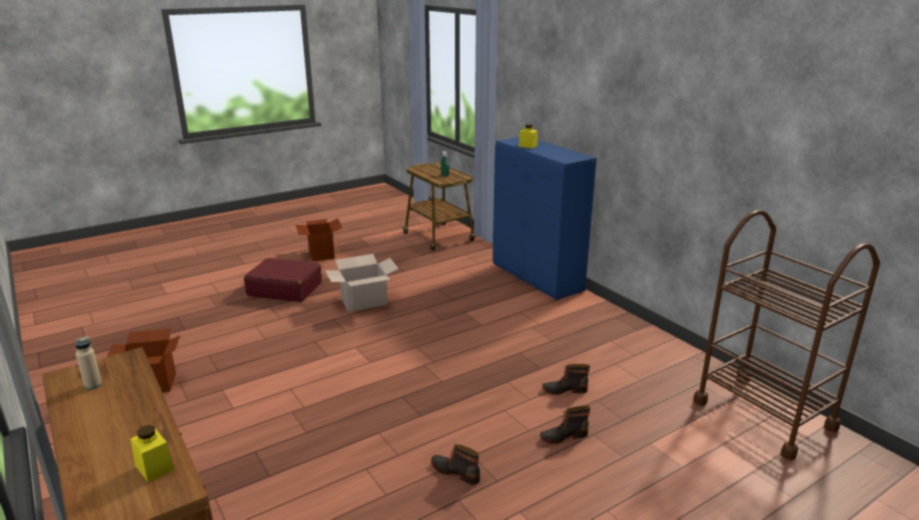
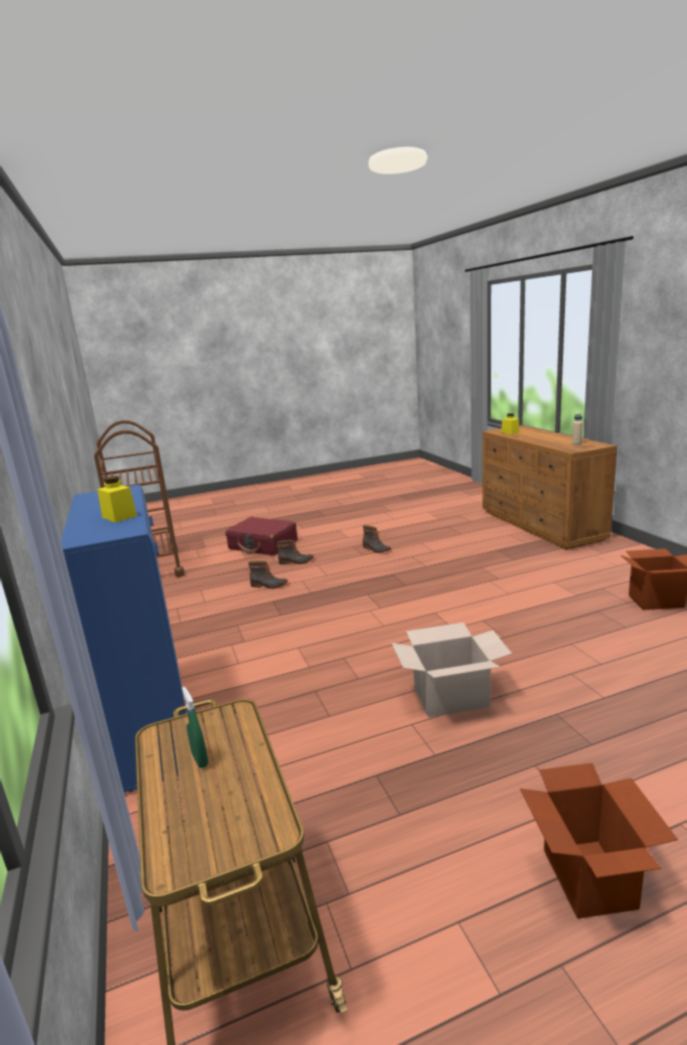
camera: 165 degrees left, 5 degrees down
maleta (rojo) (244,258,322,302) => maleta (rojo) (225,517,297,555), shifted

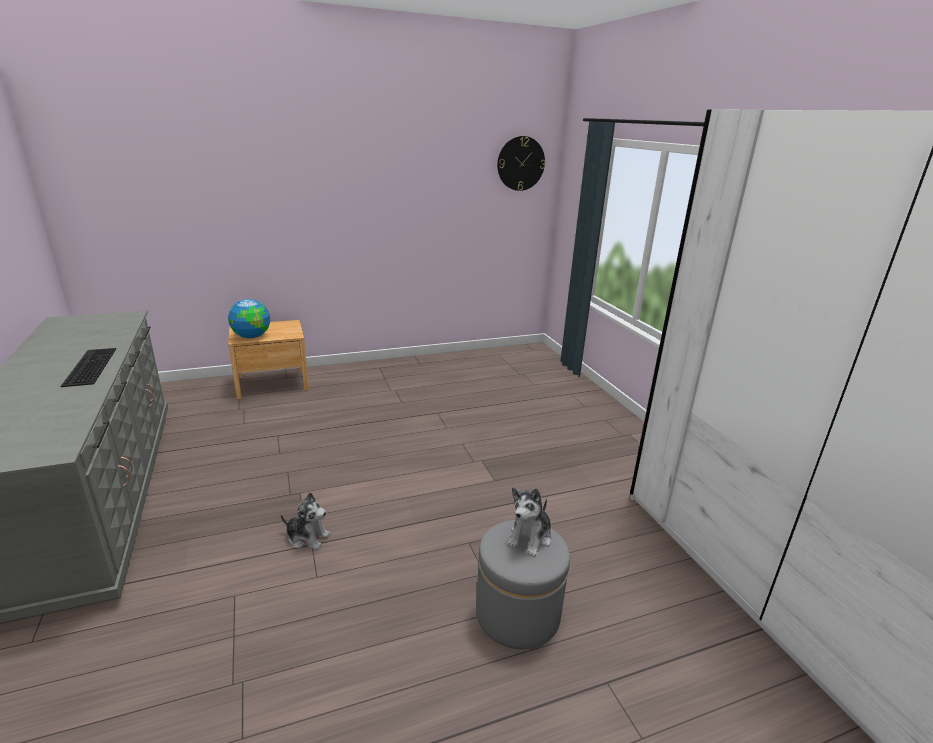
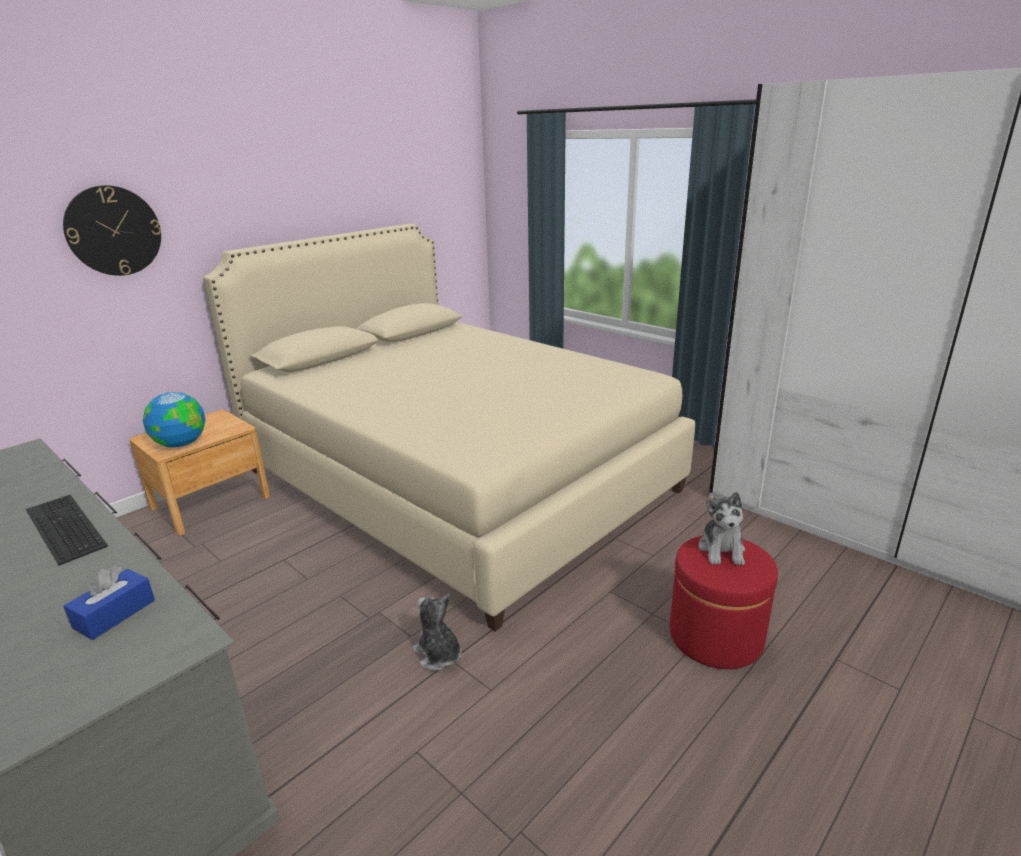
camera: 25 degrees left, 0 degrees up
reloj de pared (497,136,545,191) => reloj de pared (63,185,161,276), shifted
nothing => caja de pañuelos (azul) (63,566,155,640)
nothing => cama (beis) (203,224,696,631)
peluche (280,492,331,550) => peluche (413,593,462,671), 120 degrees counterclockwise
puf (gris) (476,520,570,650) => puf (rojo) (670,536,778,669)

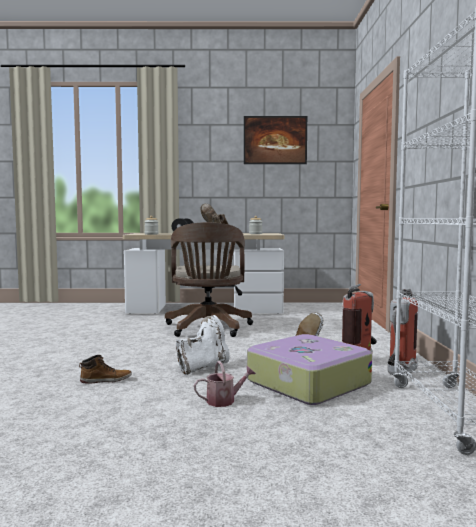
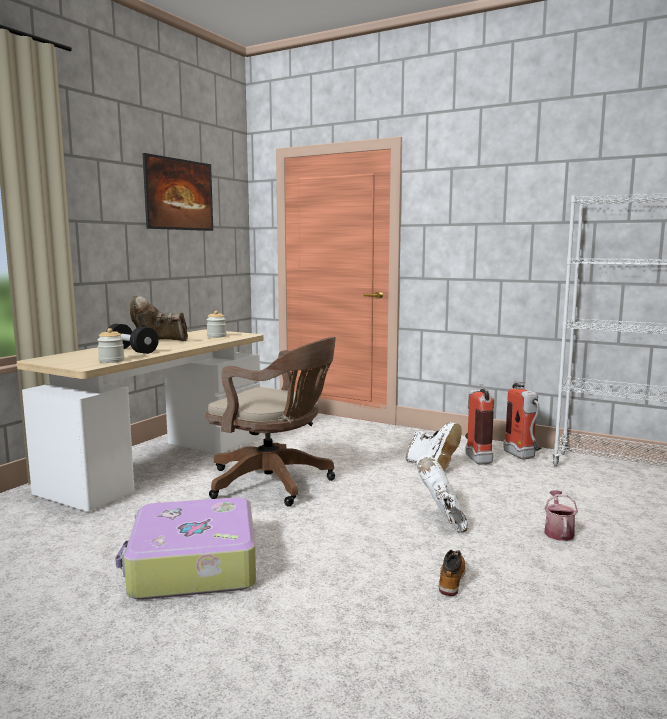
camera: 60 degrees left, 5 degrees up
maleta (247,334,372,405) => maleta (115,497,256,600), shifted

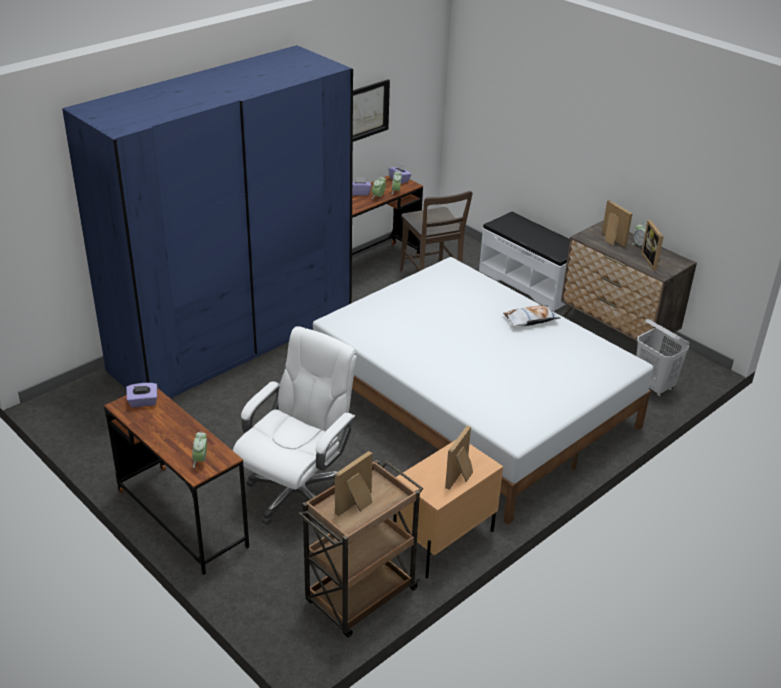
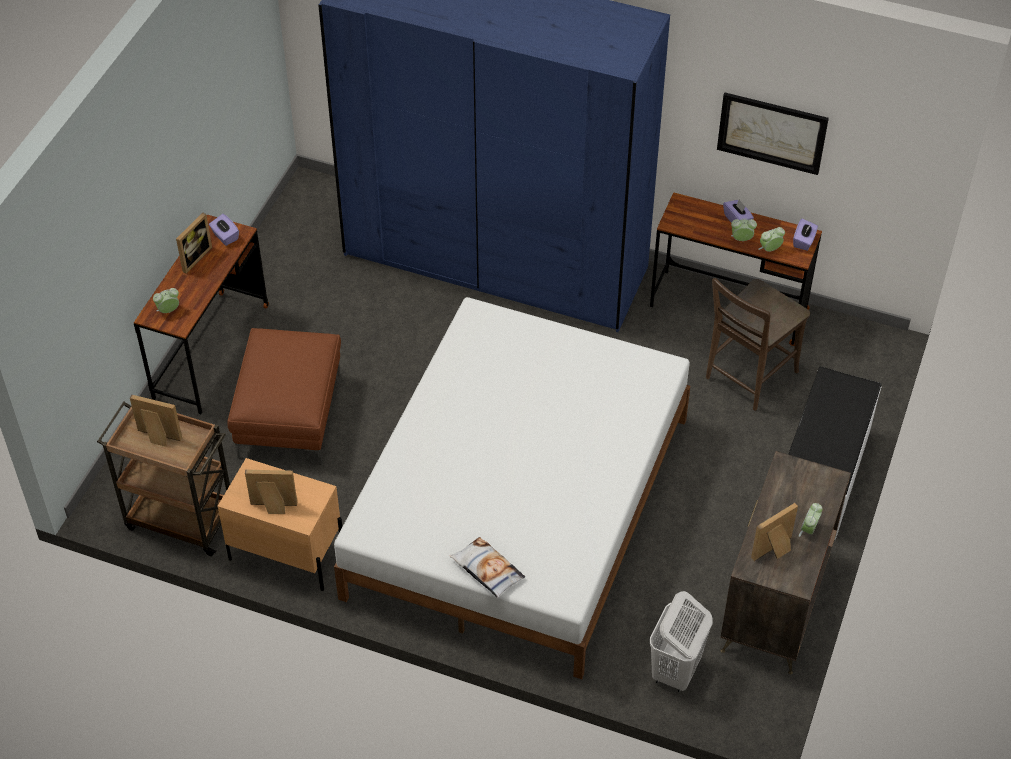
camera: 65 degrees right, 15 degrees up
portarretratos (602,200,632,247) => portarretratos (176,213,212,273), shifted
silla de oficina (blanco) (233,326,357,525) => puf (marrón) (228,328,341,465)
cojín (503,305,561,327) => cojín (450,537,525,598), shifted

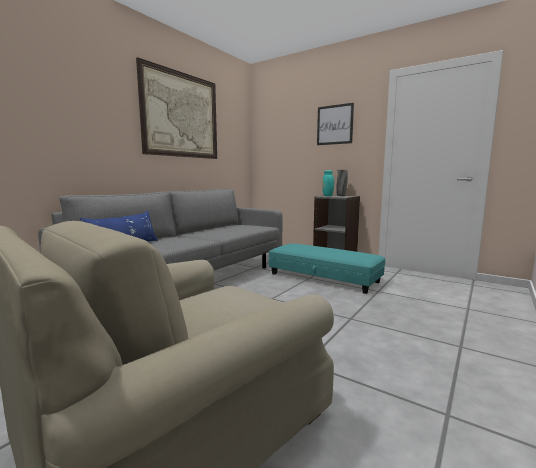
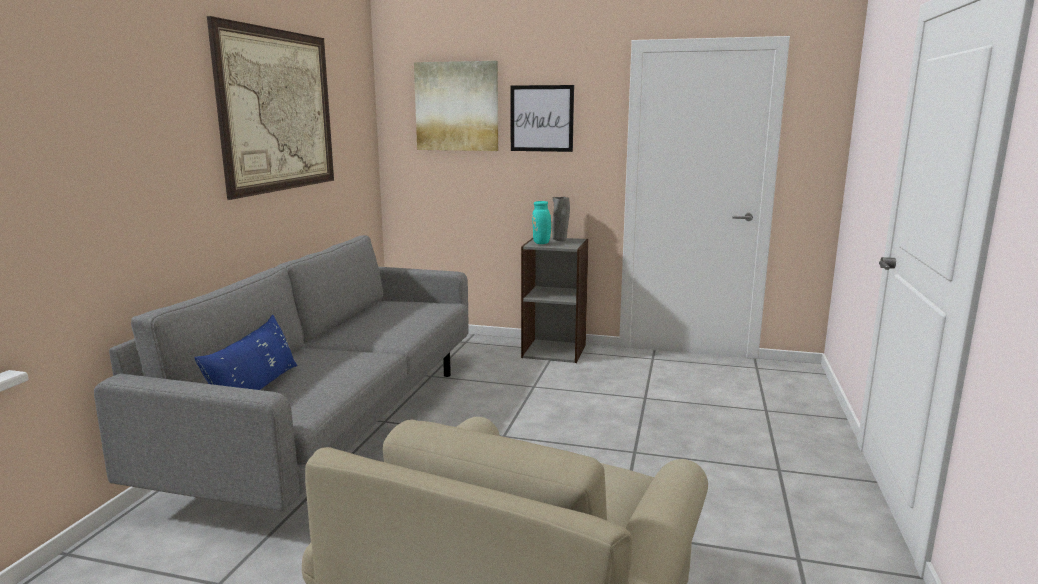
camera: 20 degrees left, 5 degrees up
nothing => cuadro (414,61,498,151)
puf (turquesa) (269,244,385,294) => nothing

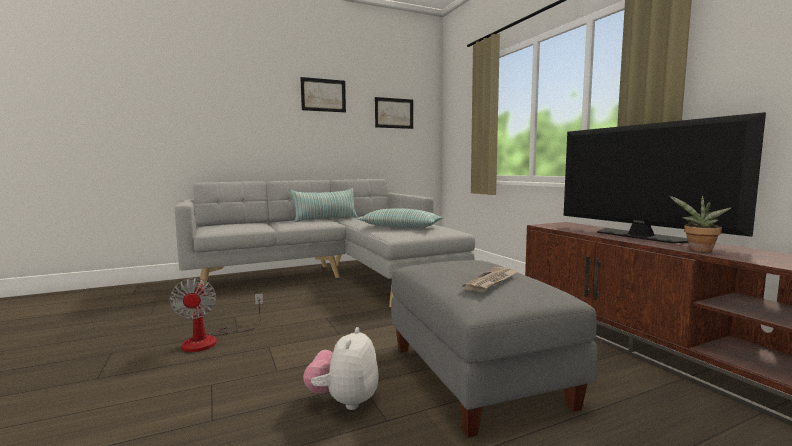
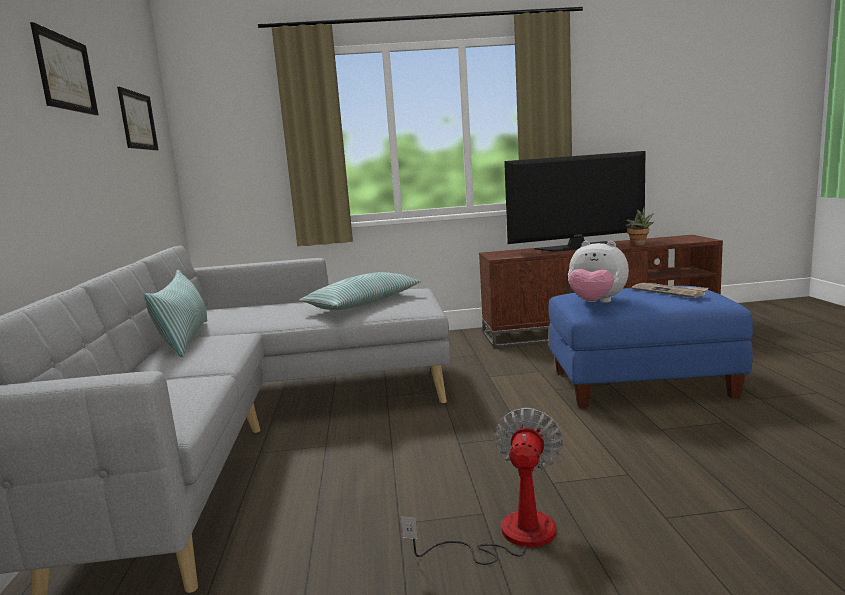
camera: 70 degrees left, 5 degrees up
ventilador (169,278,263,352) => ventilador (401,408,564,565), 75 degrees counterclockwise
puf (gris) (391,260,598,438) => puf (azul) (548,286,753,408)
peluche (303,327,379,410) => peluche (568,241,629,303), shifted

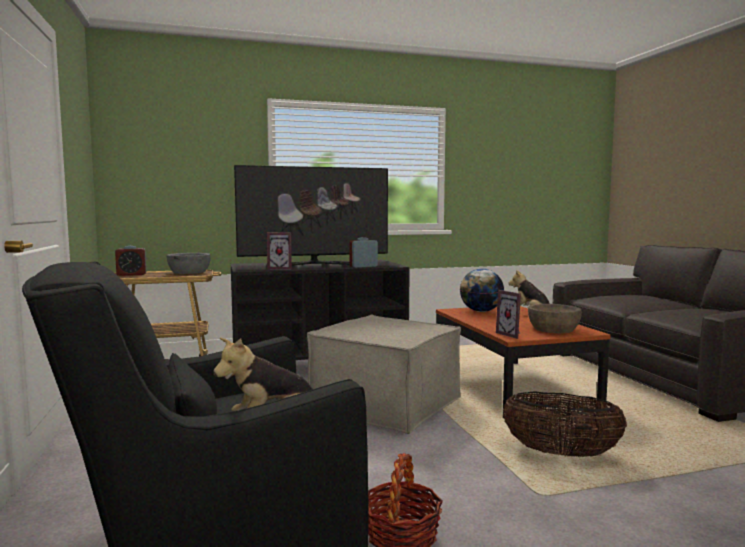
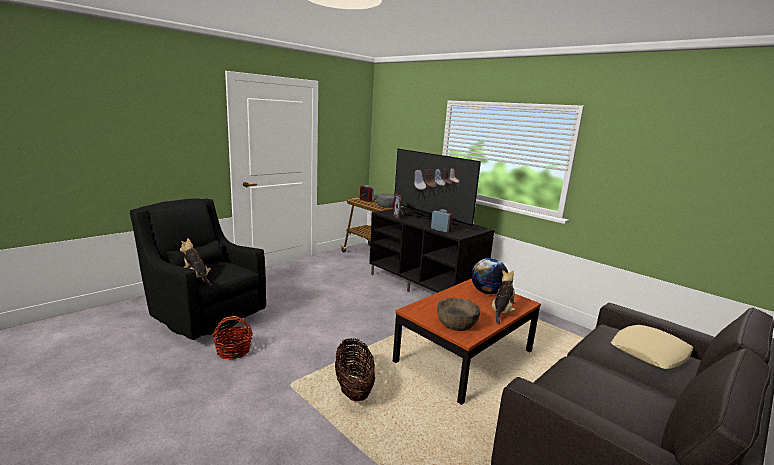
camera: 60 degrees right, 10 degrees up
nothing => cojín (beis) (611,325,693,369)
puf (beis) (307,315,461,434) => nothing
portarretratos (496,290,521,339) => nothing

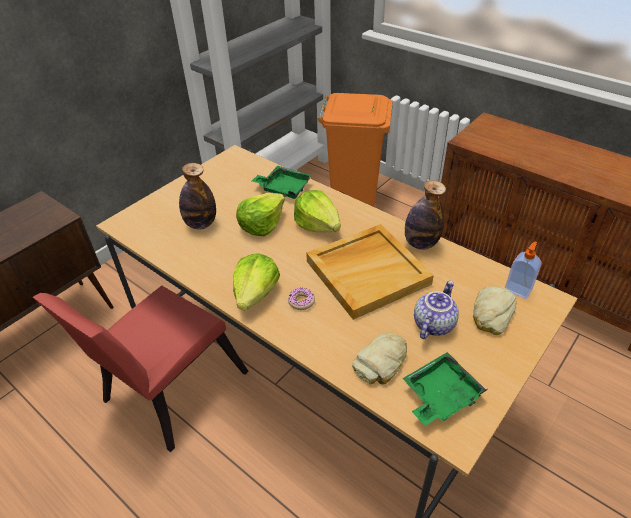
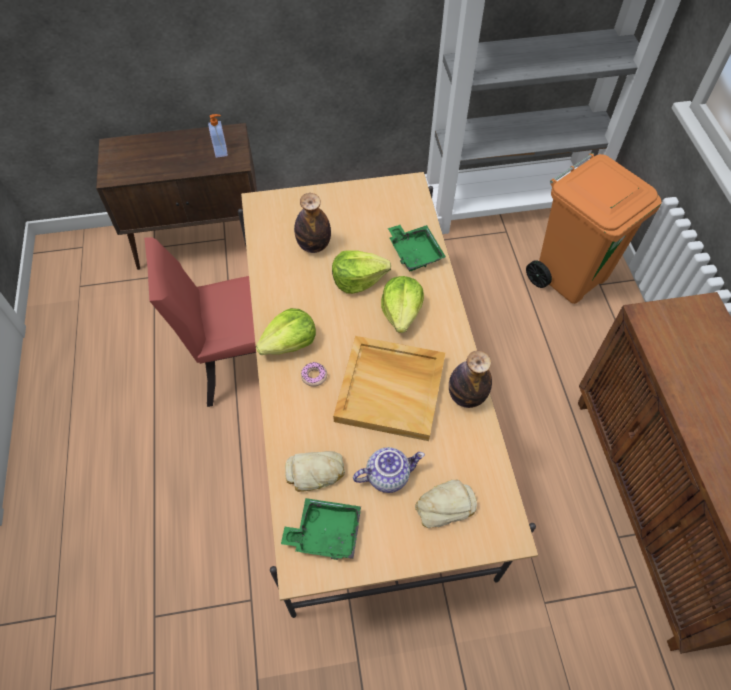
camera: 40 degrees right, 15 degrees up
dispensador de jabón (505,242,541,299) => dispensador de jabón (208,114,228,158), shifted

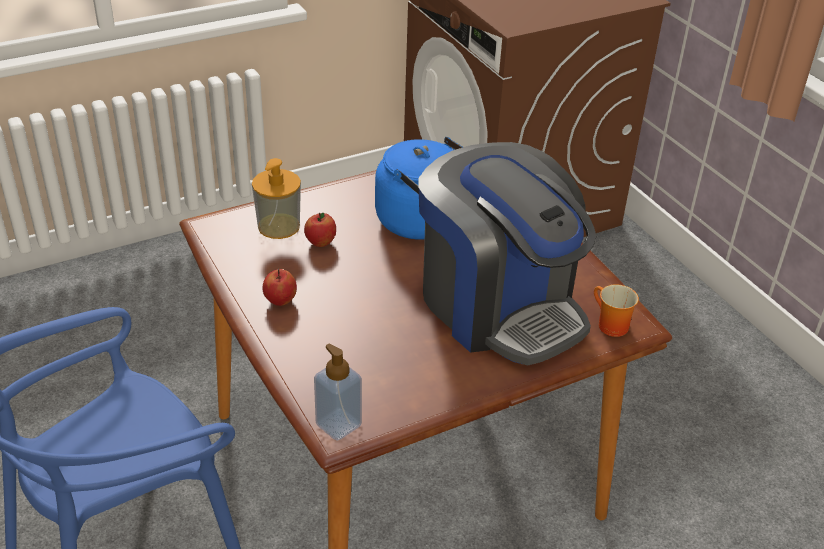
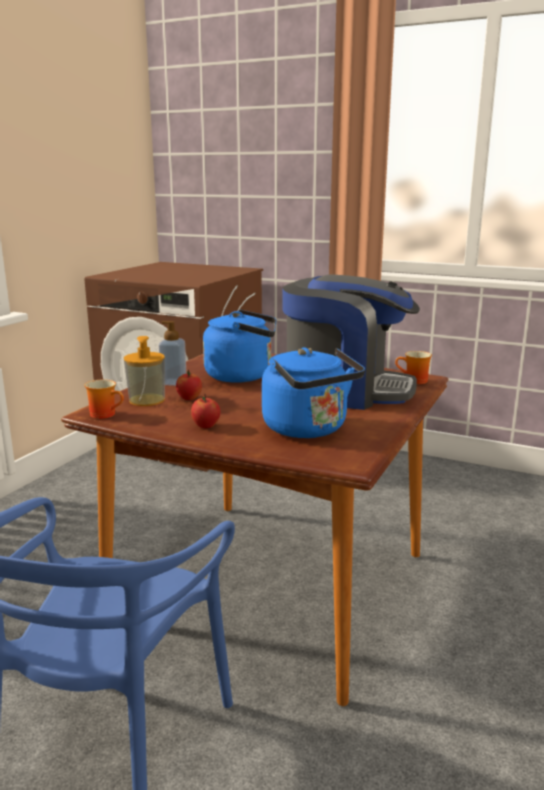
camera: 35 degrees left, 20 degrees down
nothing => taza grande (85,379,124,419)
dispensador de jabón (314,344,362,441) => dispensador de jabón (159,321,186,386), shifted
nothing => hervidor (azul) (262,347,365,438)

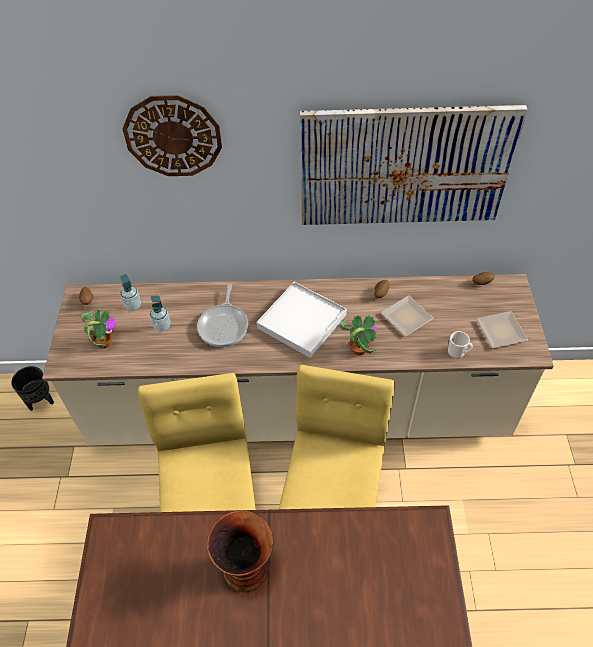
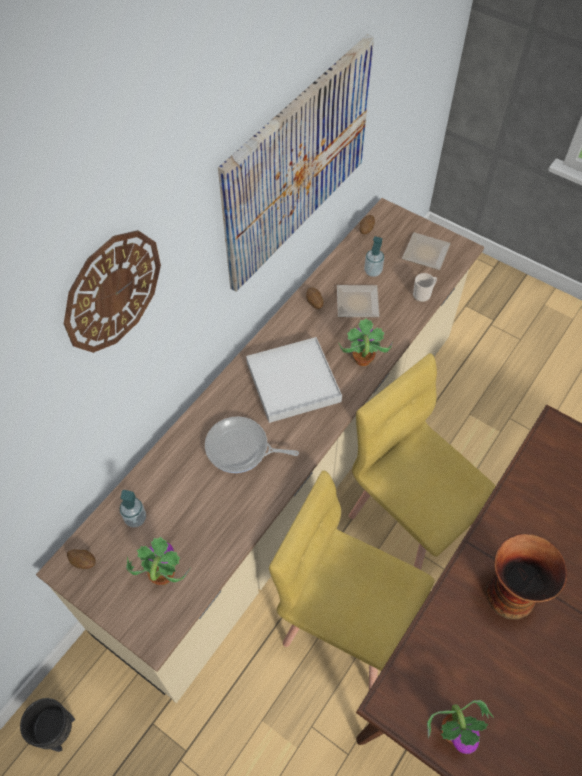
camera: 55 degrees left, 5 degrees up
sartén (197,284,248,347) => sartén (205,416,299,473), 150 degrees clockwise
dispensador de jabón (150,296,170,332) => dispensador de jabón (364,236,384,277), shifted
nothing => planta en maceta (427,700,494,754)

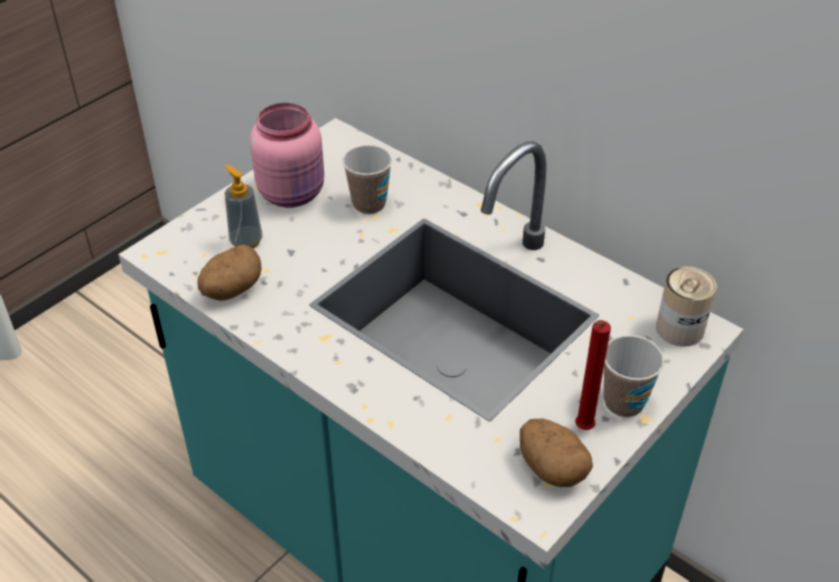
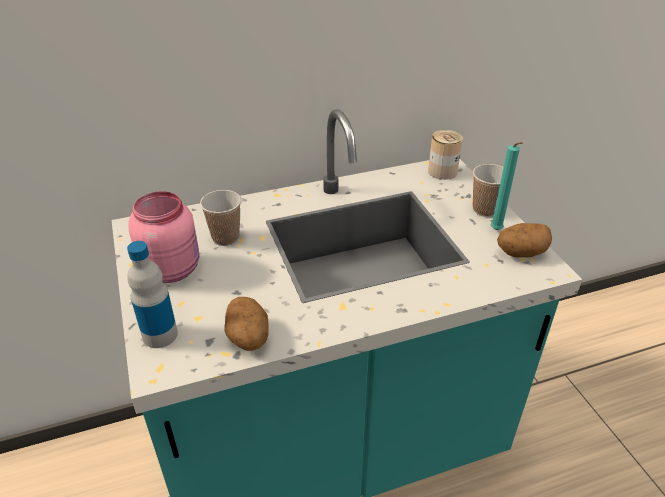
camera: 60 degrees left, 5 degrees down
nothing => botella (127,241,178,348)
vela (rojo) (575,320,611,430) => vela (turquesa) (490,142,523,230)
dispensador de jabón (225,164,262,248) => nothing

